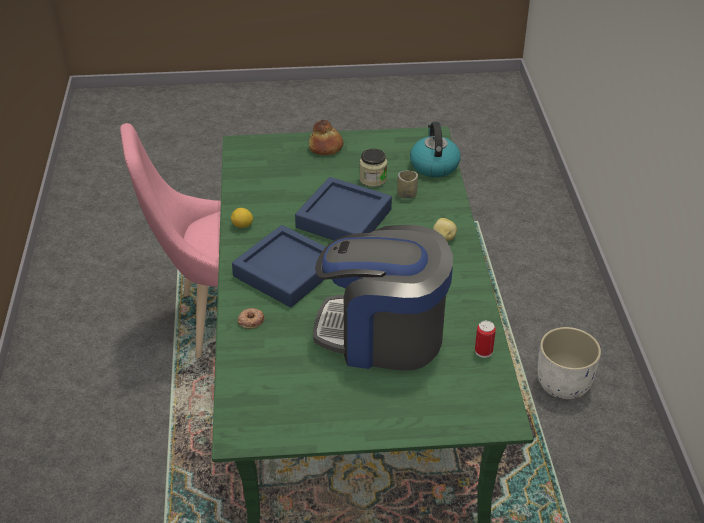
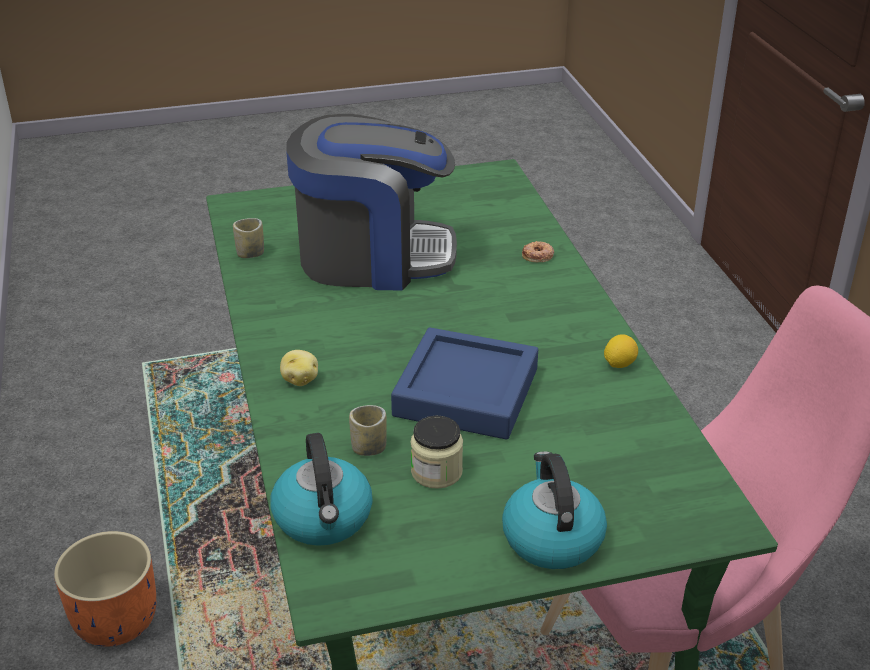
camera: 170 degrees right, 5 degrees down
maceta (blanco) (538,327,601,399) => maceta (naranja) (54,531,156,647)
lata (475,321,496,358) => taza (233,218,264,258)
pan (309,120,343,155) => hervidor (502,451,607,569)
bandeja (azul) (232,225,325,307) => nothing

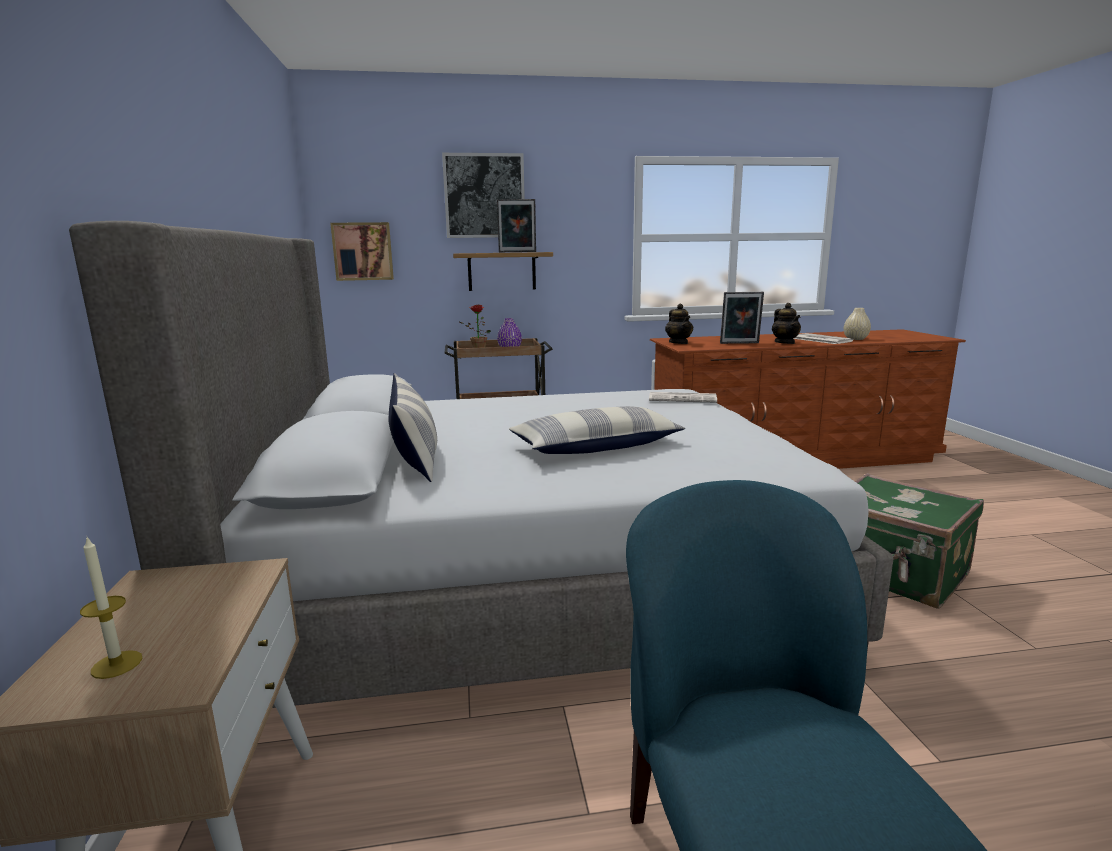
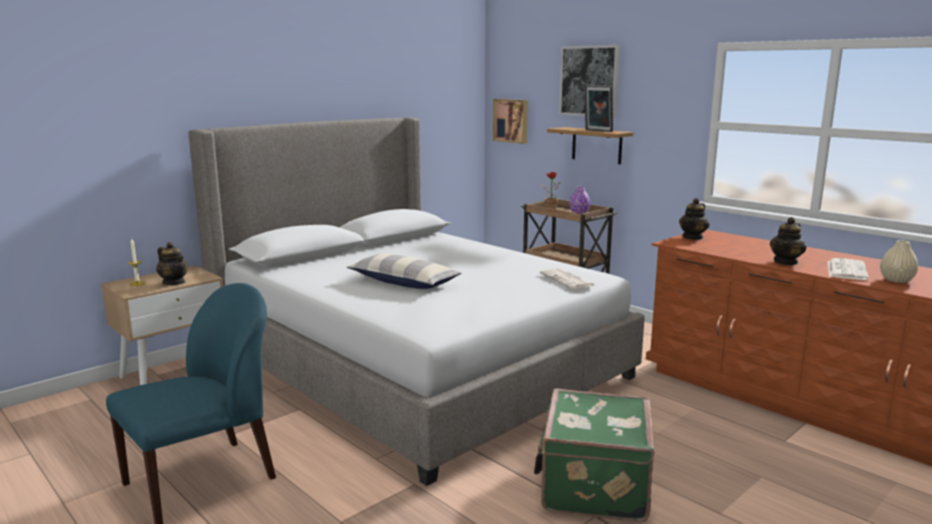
camera: 55 degrees right, 0 degrees up
nothing => tetera (156,242,188,285)
cojín (388,373,437,482) => nothing
portarretratos (720,292,764,344) => nothing

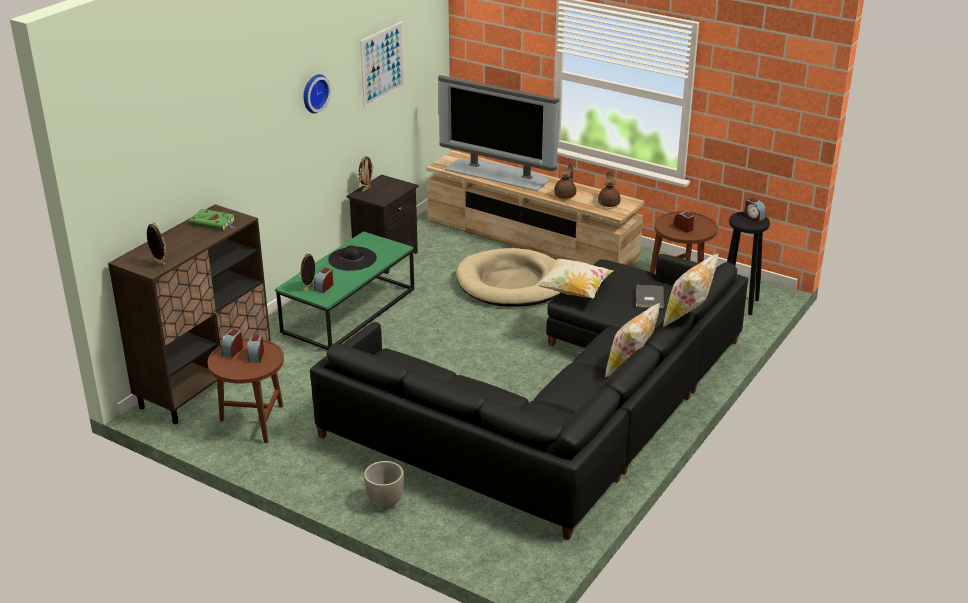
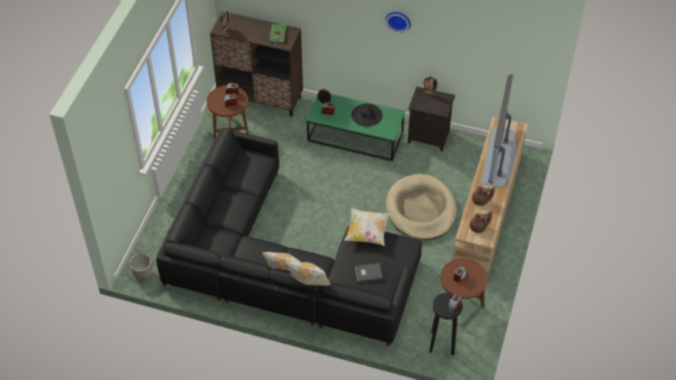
camera: 75 degrees right, 20 degrees up
maceta (gris) (364,461,404,508) => maceta (gris) (129,253,152,279), shifted
cuadro (360,21,405,107) => nothing

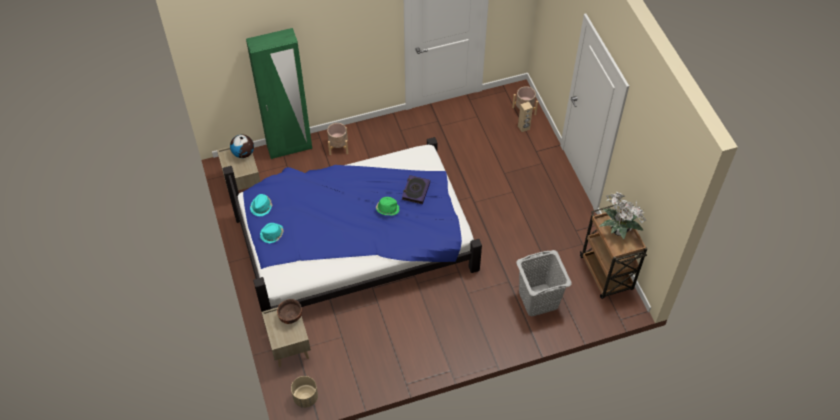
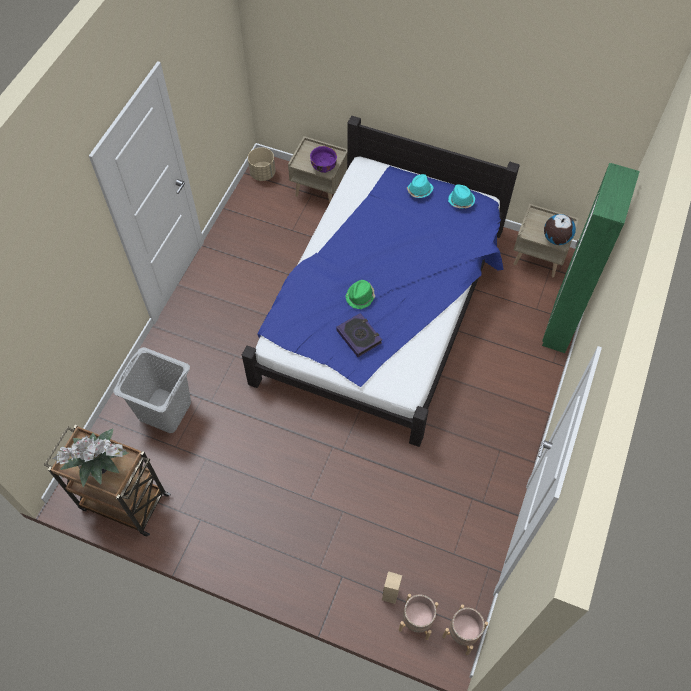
camera: 130 degrees right, 5 degrees up
cuenco (marrón) (277,299,302,324) => cuenco (morado) (310,146,337,173)
maceta (beis) (327,123,348,155) => maceta (beis) (442,604,488,655), shifted

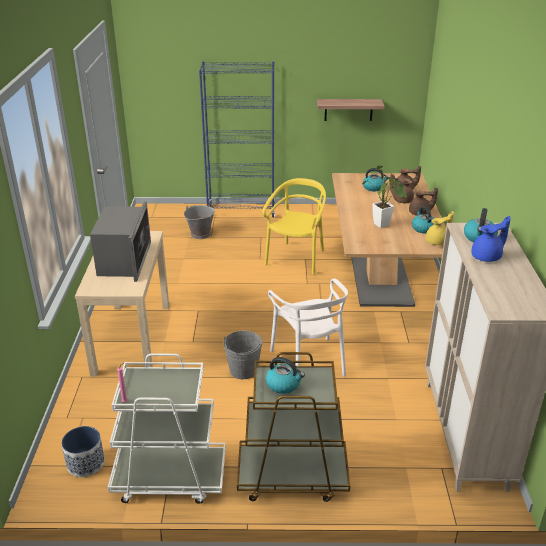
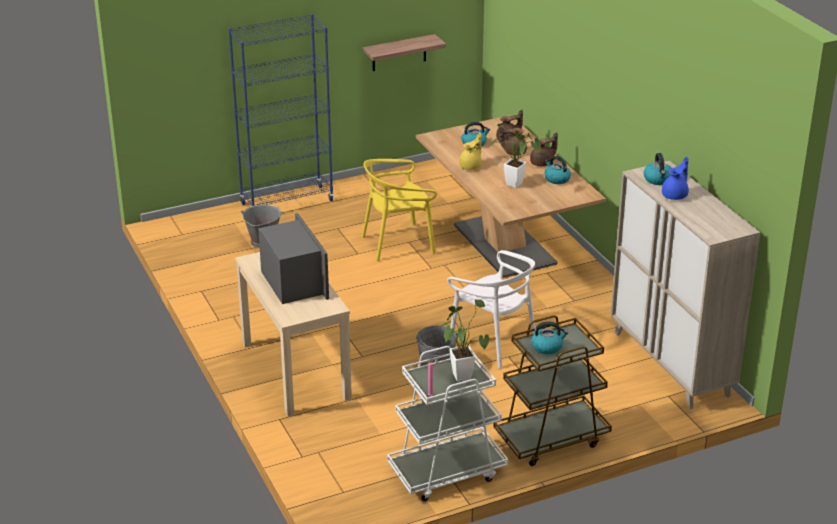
camera: 25 degrees left, 0 degrees up
silla (amarillo) (262,178,326,275) => silla (amarillo) (362,159,437,261), 105 degrees counterclockwise
nothing => planta en maceta (440,299,489,382)
tetera (amarillo) (426,211,454,245) => tetera (amarillo) (459,133,482,170), shifted
maceta (61,426,105,477) => nothing

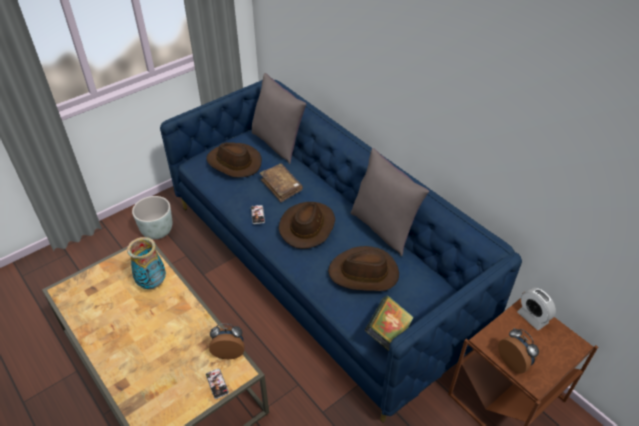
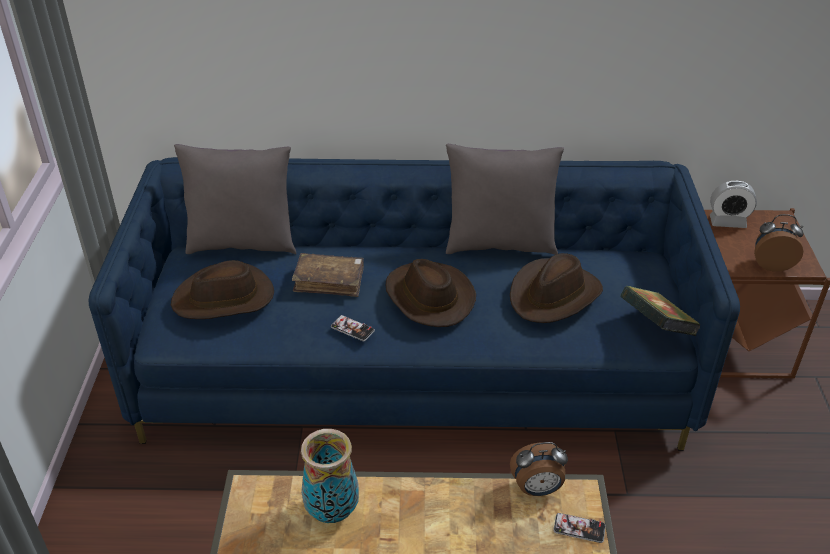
camera: 50 degrees left, 5 degrees down
despertador (209,324,245,359) => despertador (510,442,568,496), 135 degrees counterclockwise
maceta (gris) (132,196,173,239) => nothing

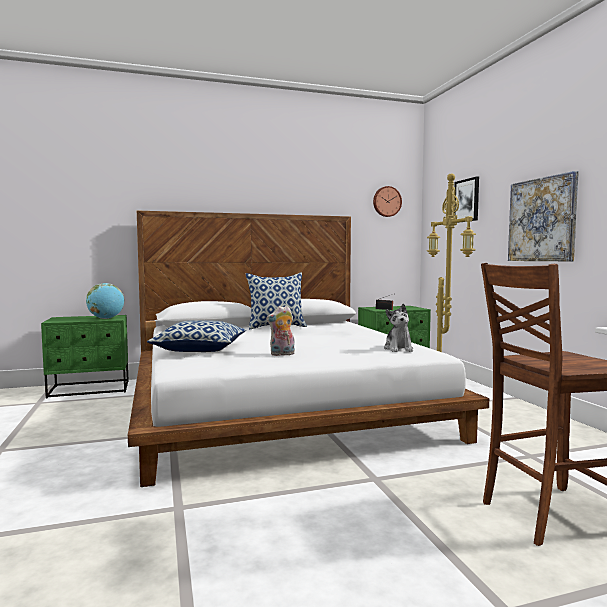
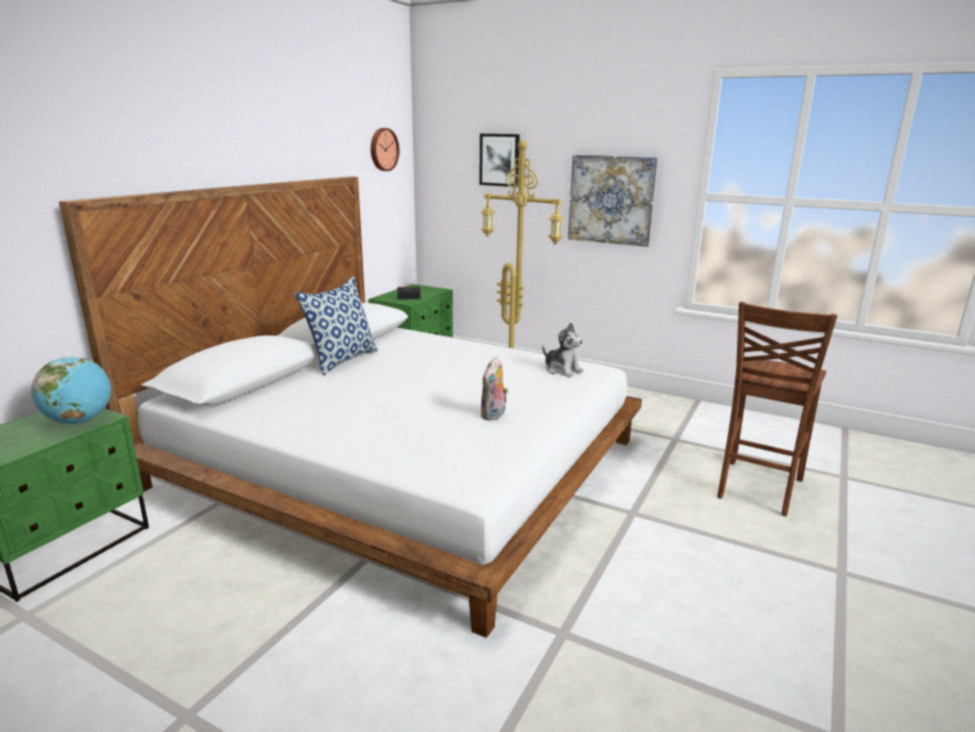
camera: 45 degrees left, 15 degrees up
cojín (147,320,246,352) => nothing

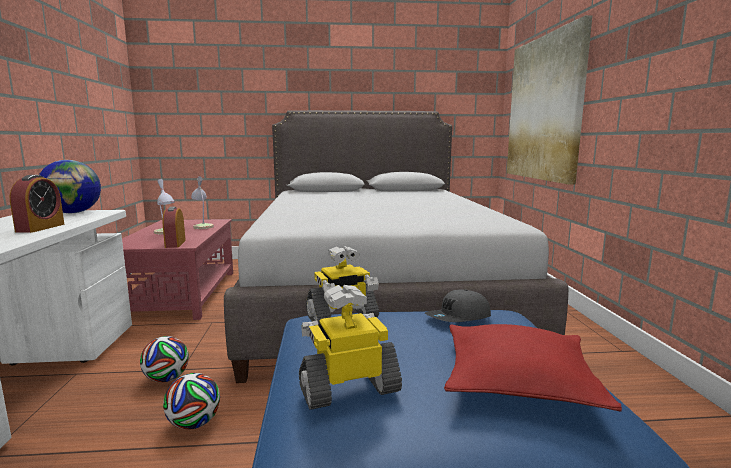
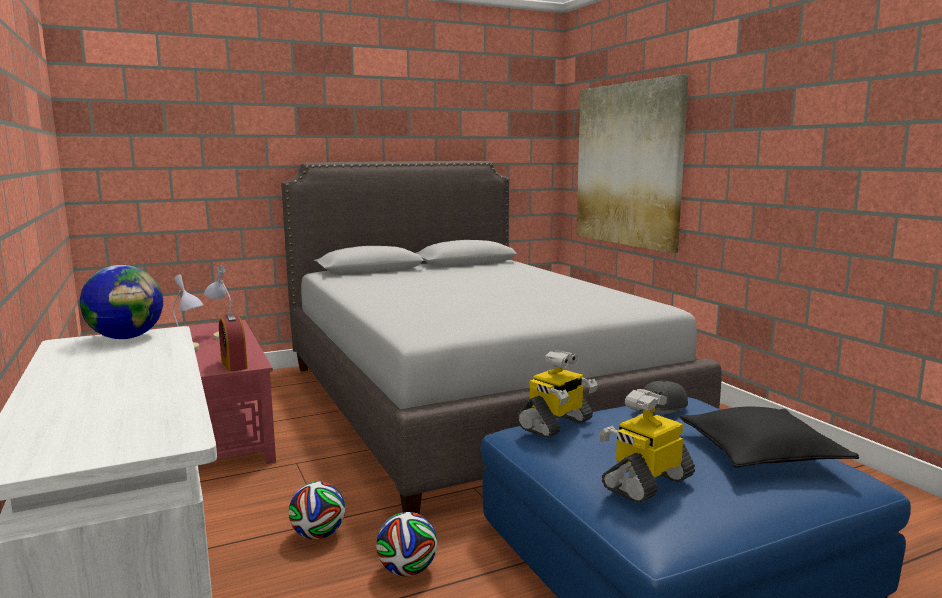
camera: 20 degrees left, 0 degrees up
cojín (rojo) (444,324,622,411) => cojín (negro) (680,407,859,468)
despertador (10,175,65,233) => nothing

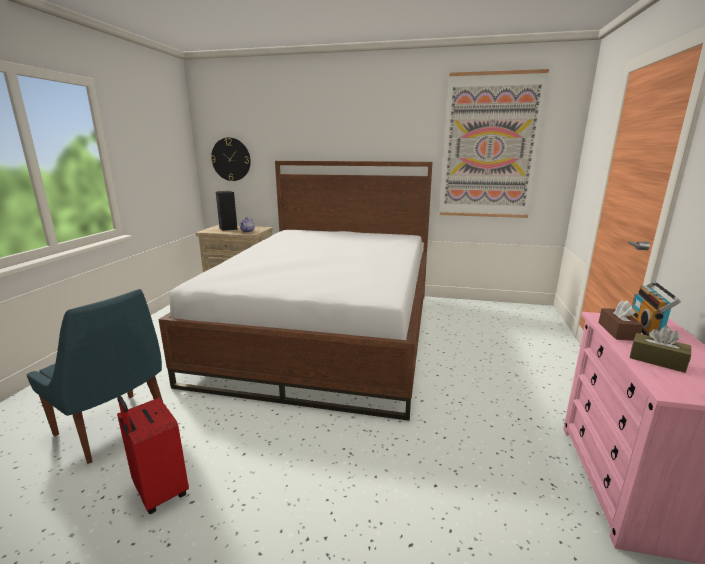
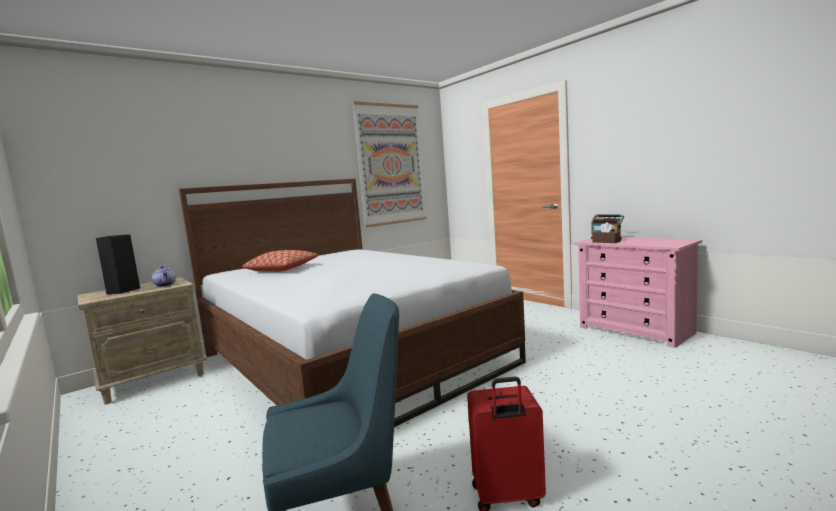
camera: 50 degrees left, 10 degrees down
nothing => cojín (242,250,318,272)
reloj de pared (211,138,251,181) => nothing
caja de pañuelos (marrón) (630,326,691,373) => nothing

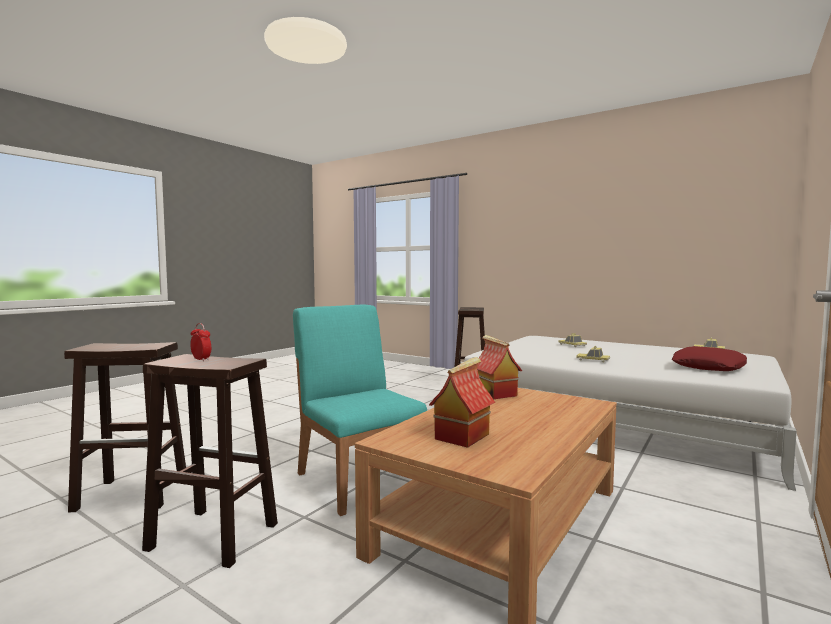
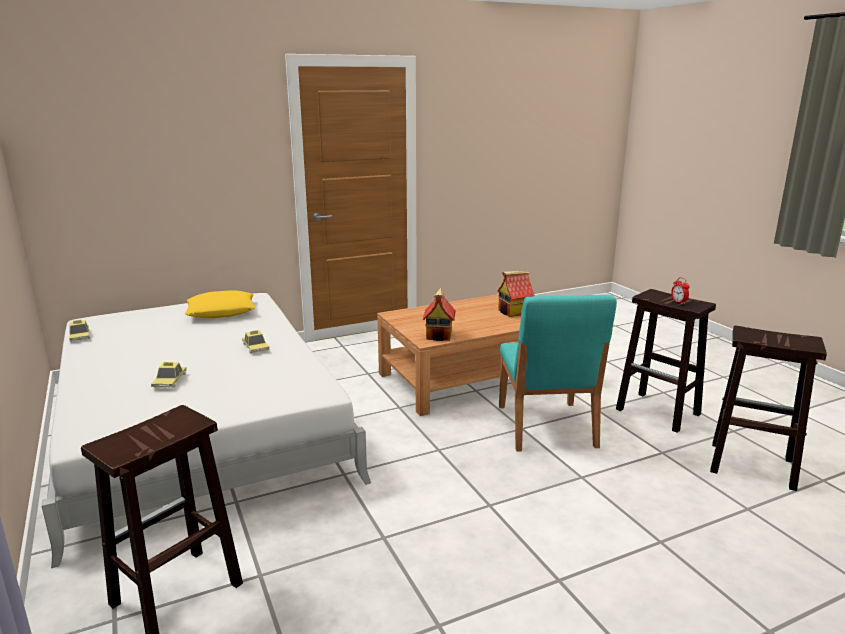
camera: 150 degrees left, 15 degrees up
cojín (rojo) (672,346,747,371) => cojín (amarillo) (185,291,256,318)

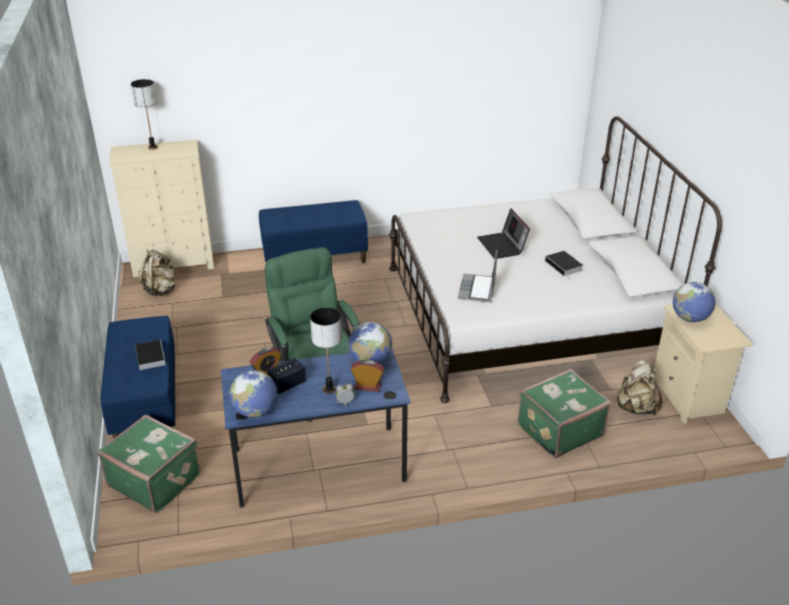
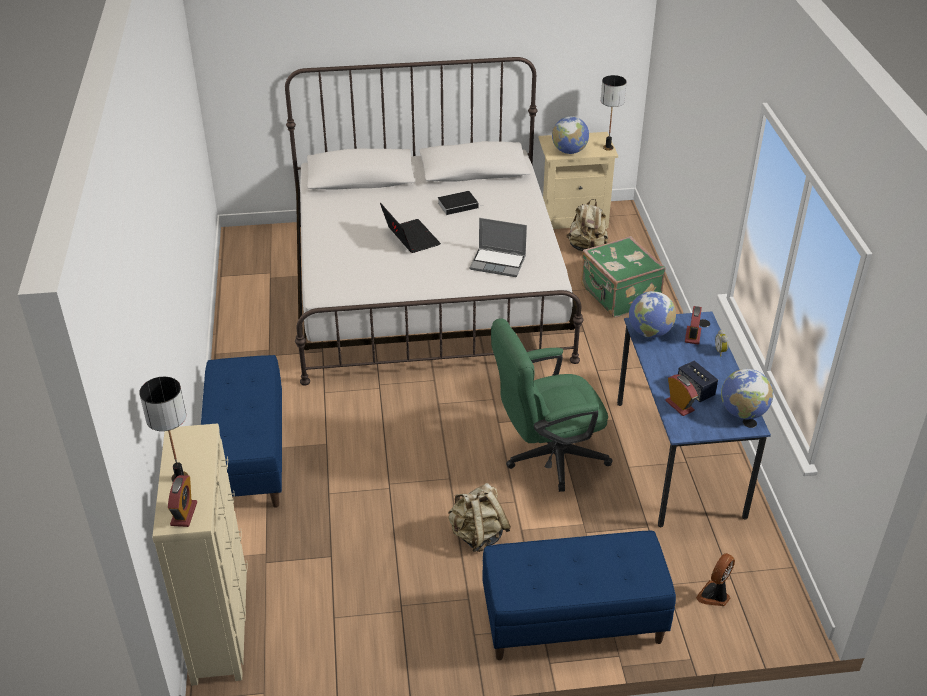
camera: 85 degrees left, 5 degrees up
nothing => despertador (168,475,197,527)
portátil (477,208,530,259) => portátil (380,203,441,253), 105 degrees counterclockwise
mochila (beis) (138,250,177,297) => mochila (beis) (448,483,511,552), shifted
lámpara de mesa (310,308,342,394) => lámpara de mesa (601,75,627,151), shifted
maleta (verde) (98,414,201,513) => ventilador (696,553,735,606)
libro (135,340,166,370) => nothing

